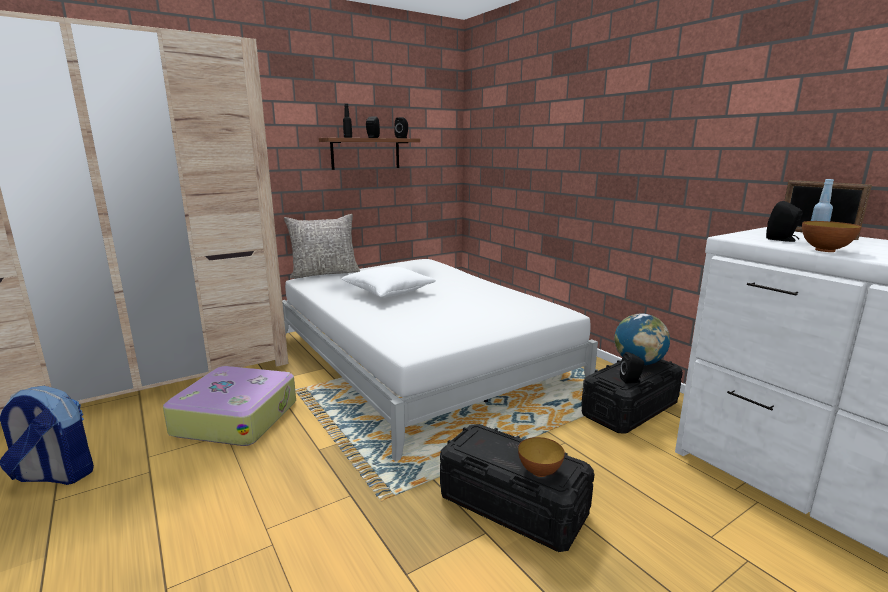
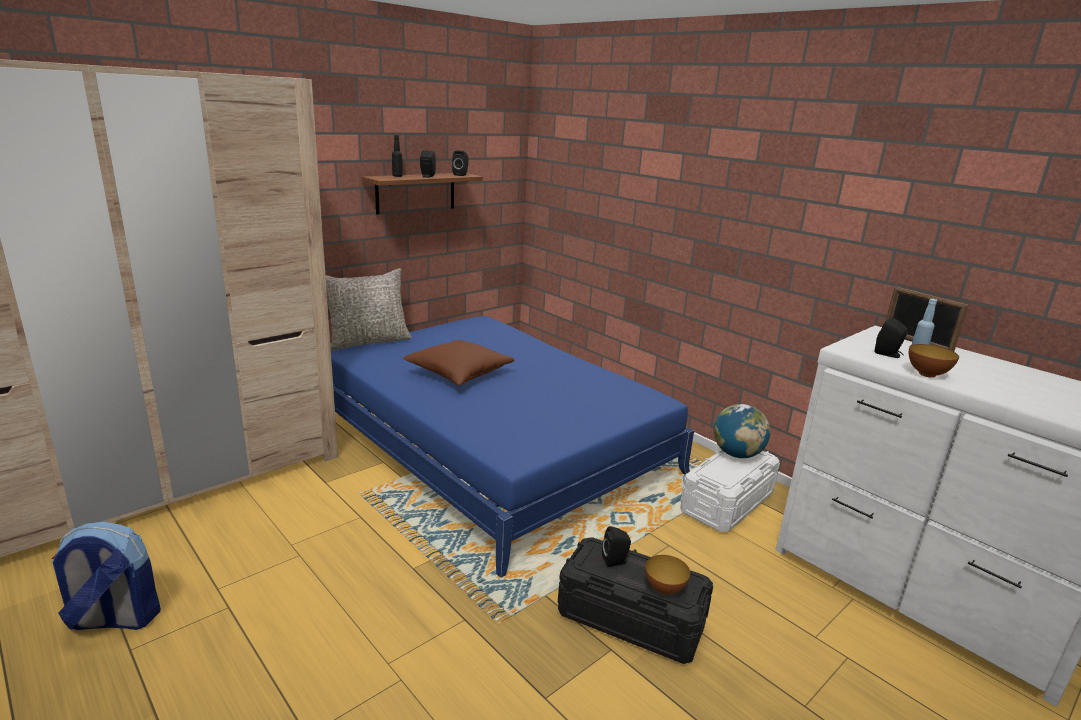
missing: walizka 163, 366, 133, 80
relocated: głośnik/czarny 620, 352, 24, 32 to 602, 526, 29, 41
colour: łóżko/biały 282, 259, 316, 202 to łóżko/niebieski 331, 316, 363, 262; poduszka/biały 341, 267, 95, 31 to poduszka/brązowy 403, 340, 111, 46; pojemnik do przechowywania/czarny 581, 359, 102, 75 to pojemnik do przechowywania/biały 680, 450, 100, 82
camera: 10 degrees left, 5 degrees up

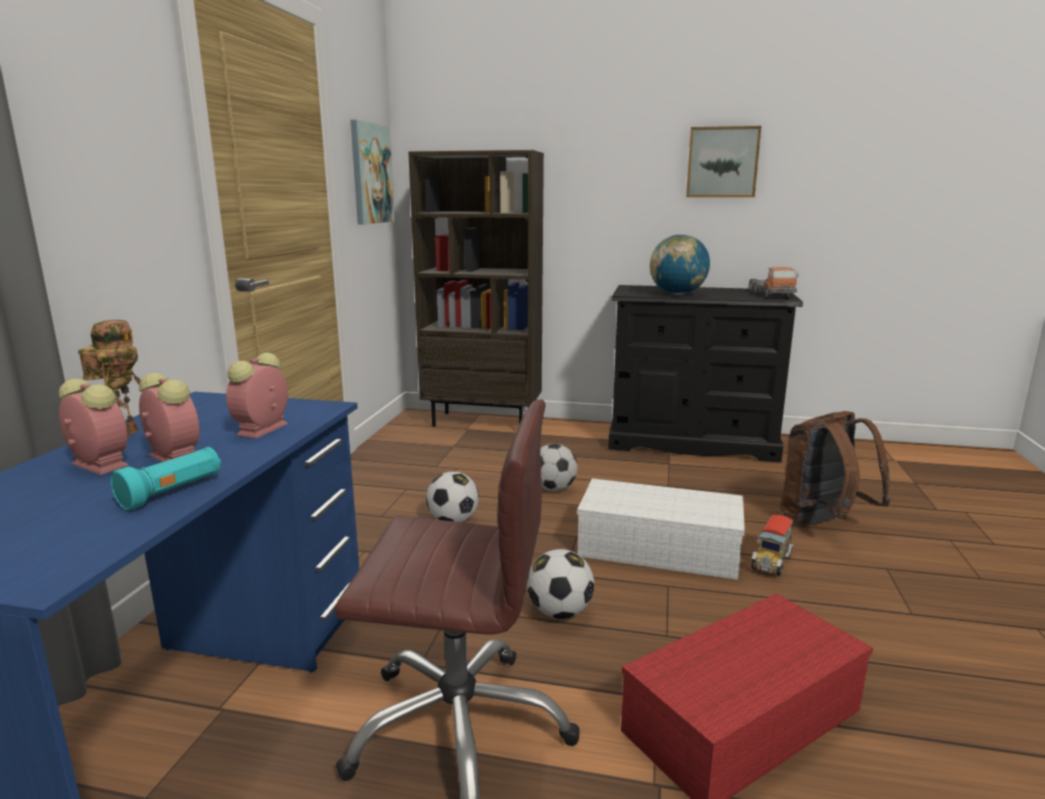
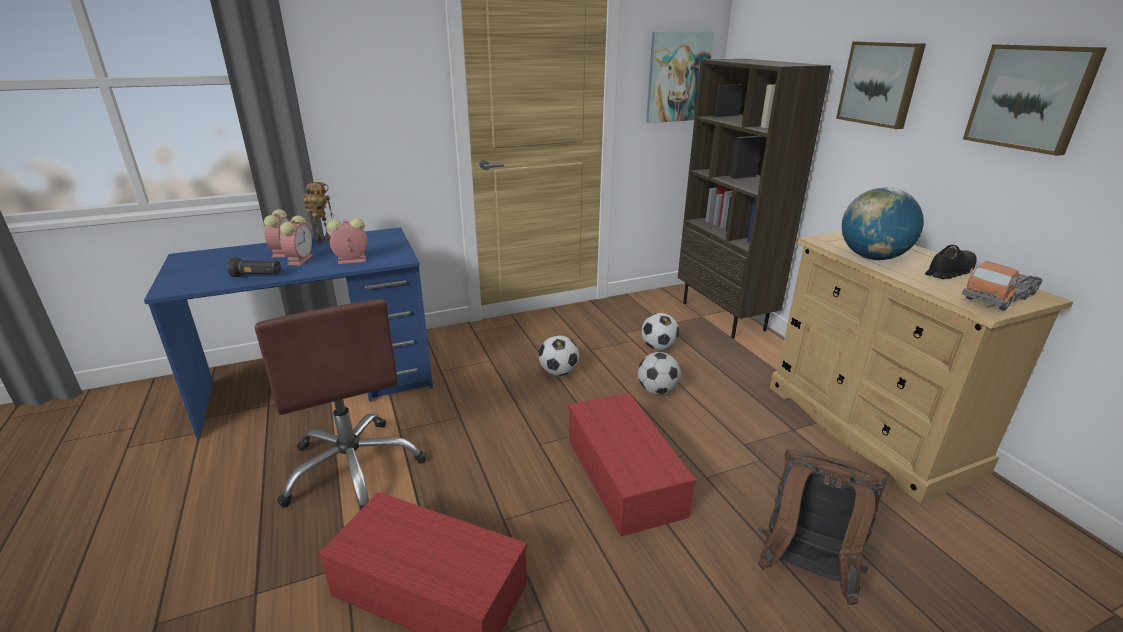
missing: ciężarówka zabawkowa 751, 515, 43, 61
appeared: obraz 836, 41, 90, 88; but/czarny 925, 245, 52, 34
relocated: piłka futbolowa 527, 549, 67, 70 to 641, 313, 38, 37
colour: latarka/turkusowy 111, 447, 110, 63 to latarka/czarny 227, 258, 54, 19; pojemnik do przechowywania/biały 577, 478, 168, 102 to pojemnik do przechowywania/czerwony 568, 393, 128, 143; komoda/czarny 608, 285, 195, 178 to komoda/beżowy 770, 231, 303, 273
camera: 55 degrees right, 10 degrees up

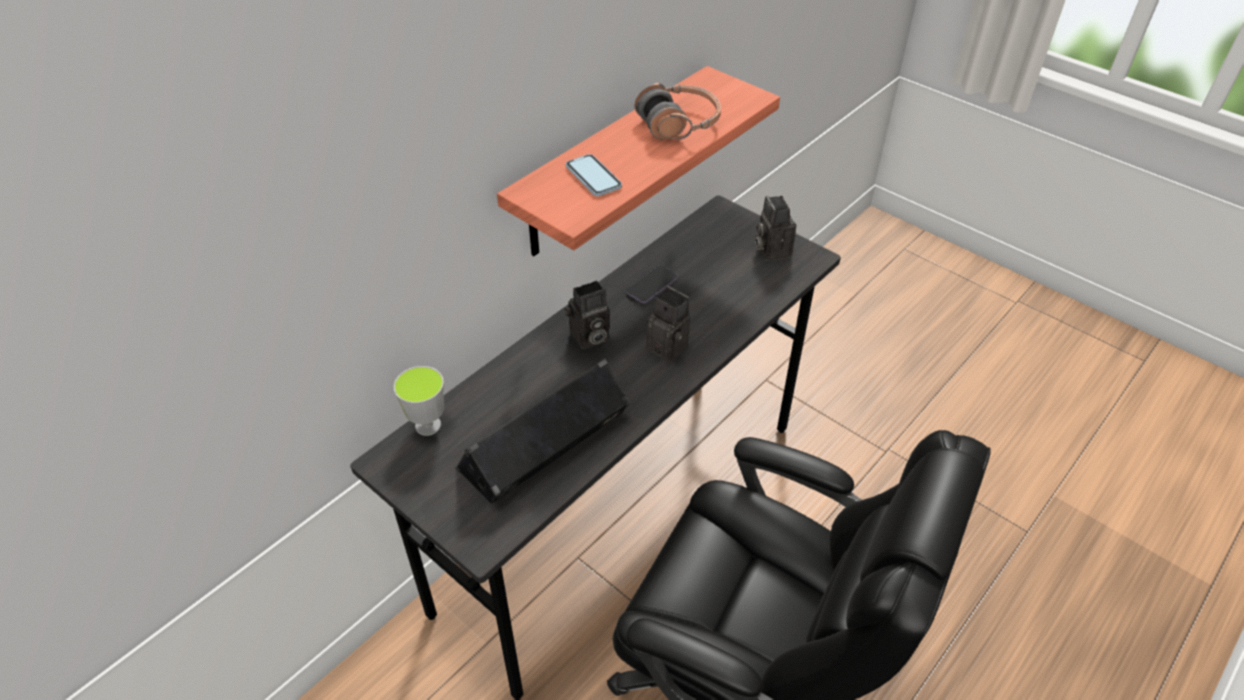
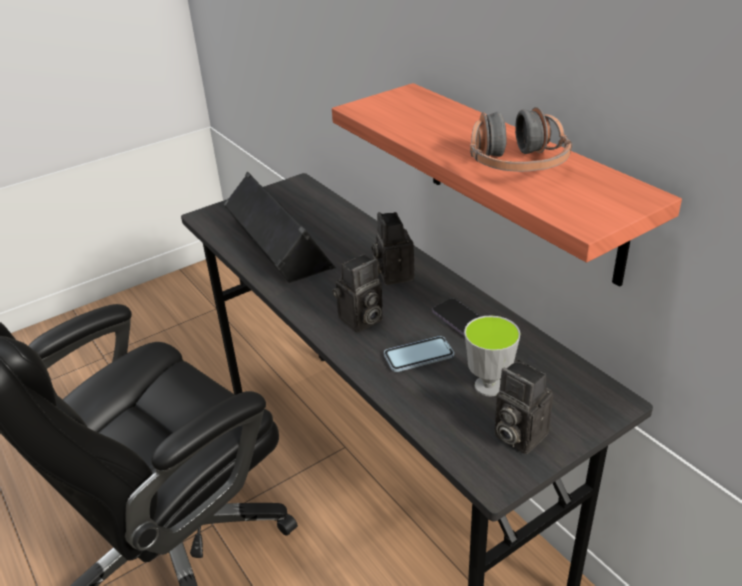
relocated: filiżanka 394, 366, 50, 70 to 464, 316, 56, 80; telefon 566, 154, 56, 42 to 384, 336, 70, 36
spun: aparat fotograficzny 755, 196, 41, 65 = 494, 360, 59, 94 135 degrees counterclockwise
camera: 105 degrees right, 10 degrees down

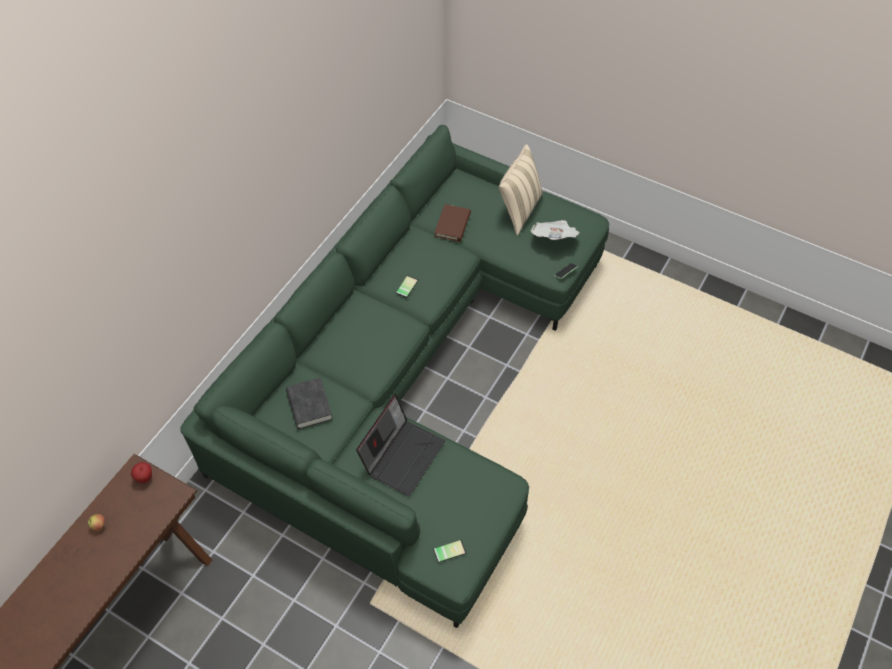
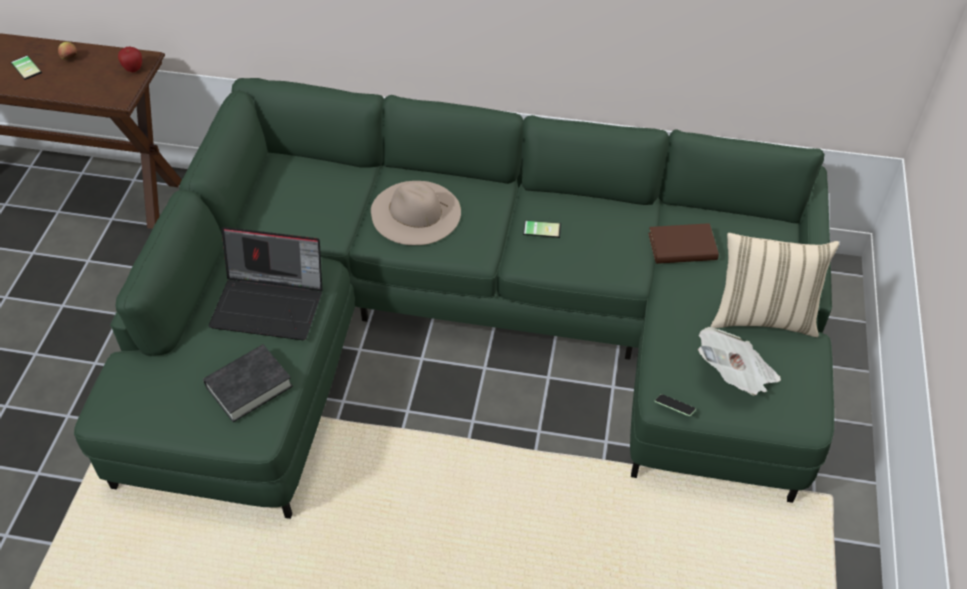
appeared: kapelusz/beżowy 371, 181, 90, 64
relocated: książka/czarny 286, 378, 47, 51 to 203, 344, 90, 78; telefon 433, 539, 34, 24 to 11, 55, 31, 25
camera: 70 degrees right, 5 degrees down

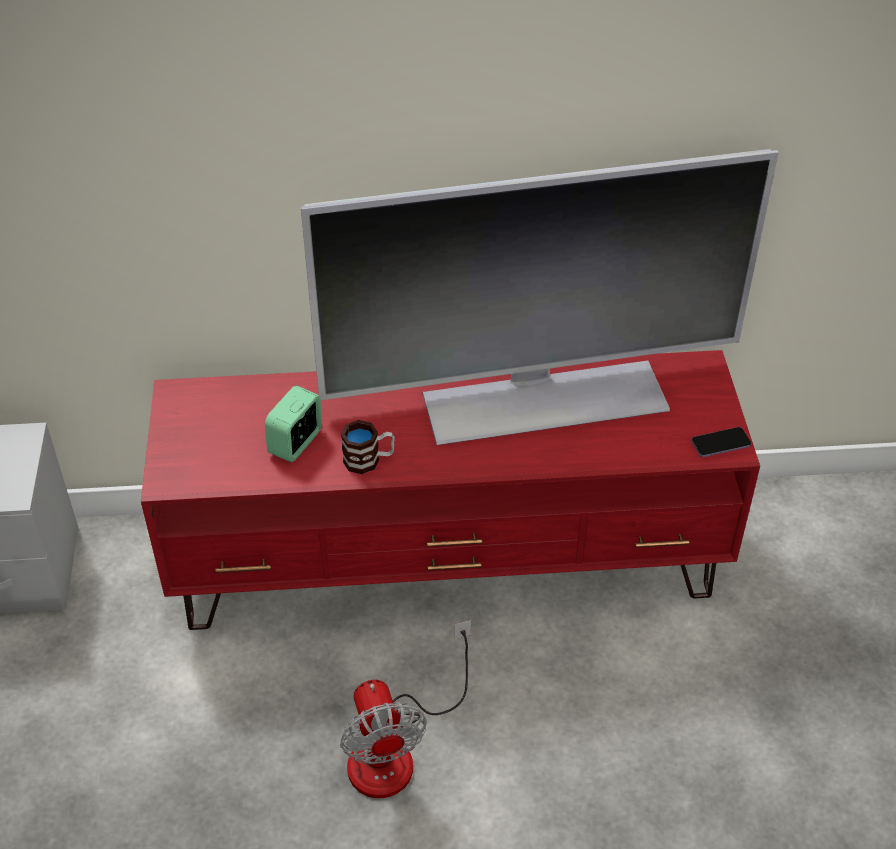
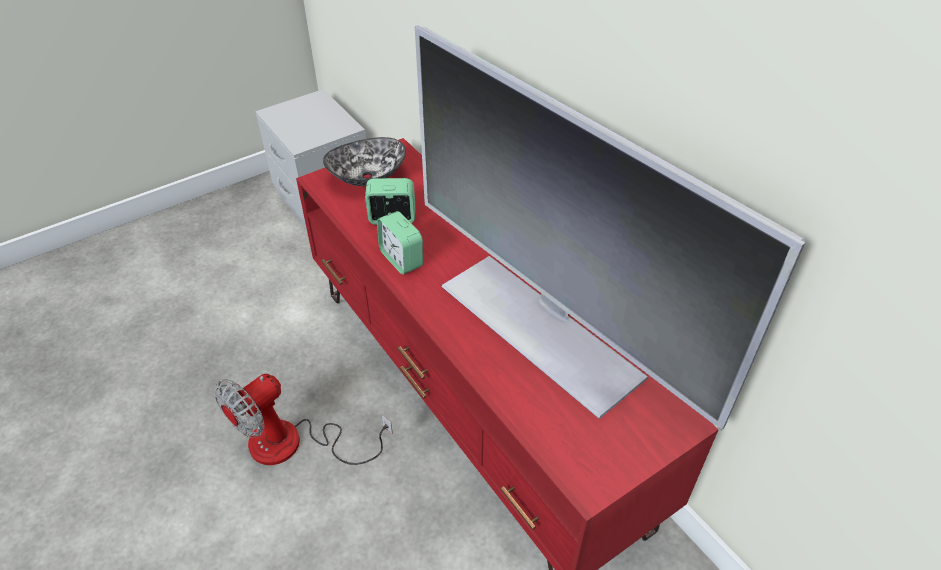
missing: telefon 691, 427, 60, 30
appeared: miska 323, 137, 83, 49
exchanged: kubek 341, 420, 54, 54 to budzik 377, 211, 46, 64
camera: 60 degrees right, 0 degrees up

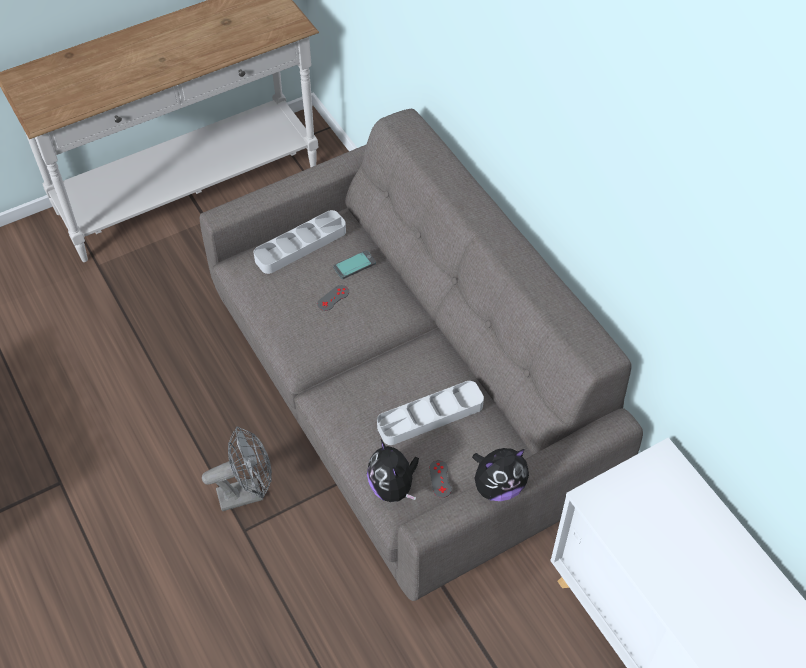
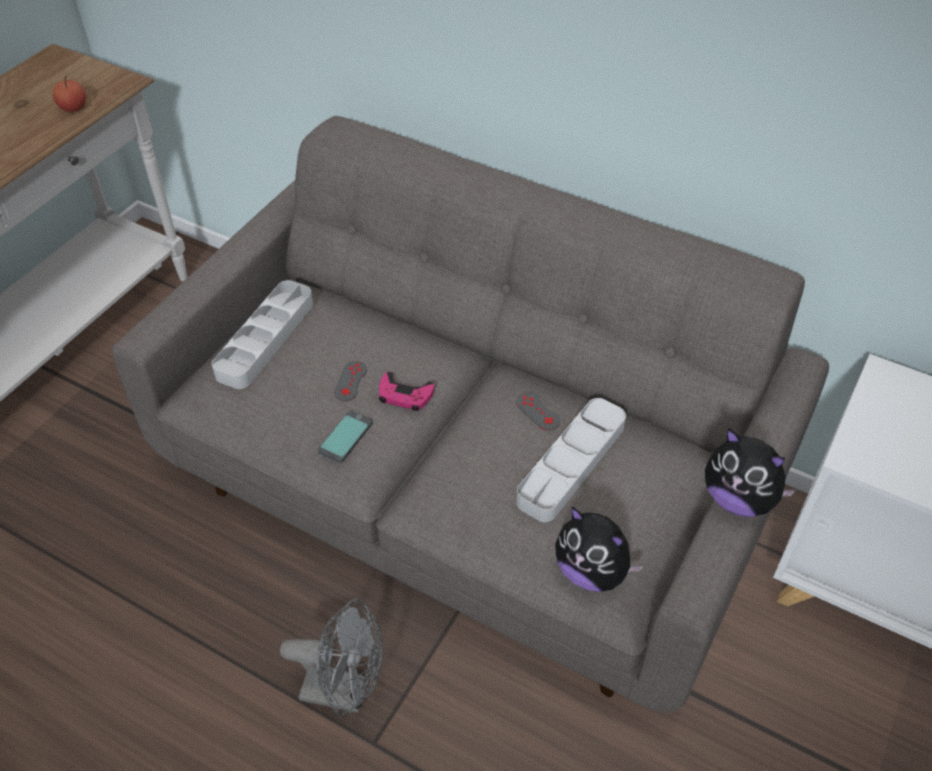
appeared: jabłko 53, 76, 33, 36; pad do gier/różowy 379, 372, 55, 39
relocated: telefon 333, 250, 43, 29 to 318, 410, 55, 53; pad do gier/szary 430, 460, 22, 38 to 516, 392, 44, 39
spun: wentylator/szary 202, 426, 70, 85 = 280, 598, 103, 119 60 degrees clockwise; pluszak 472, 448, 57, 53 = 705, 428, 92, 89 90 degrees clockwise
camera: 30 degrees left, 5 degrees down

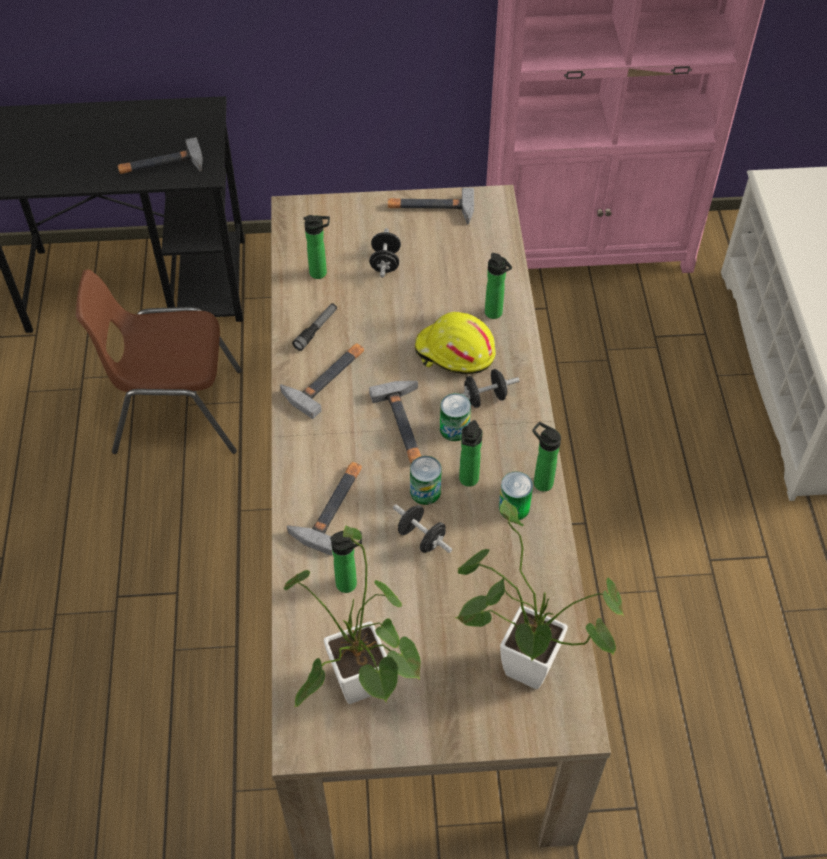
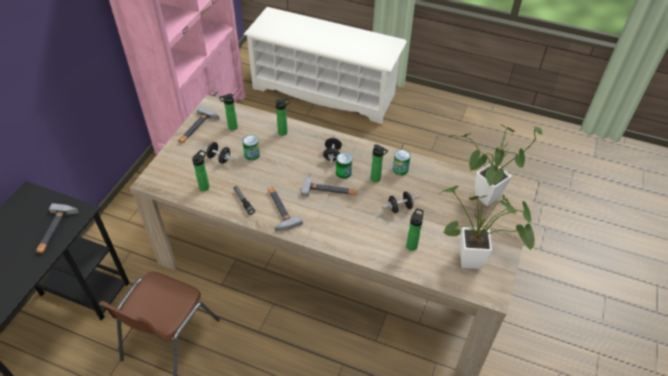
missing: młotek 287, 462, 75, 94; kask/żółty 415, 312, 80, 62
relocated: puszka 410, 456, 32, 49 to 243, 135, 17, 25; butelka 532, 422, 29, 70 to 219, 94, 19, 37
camera: 65 degrees left, 5 degrees down

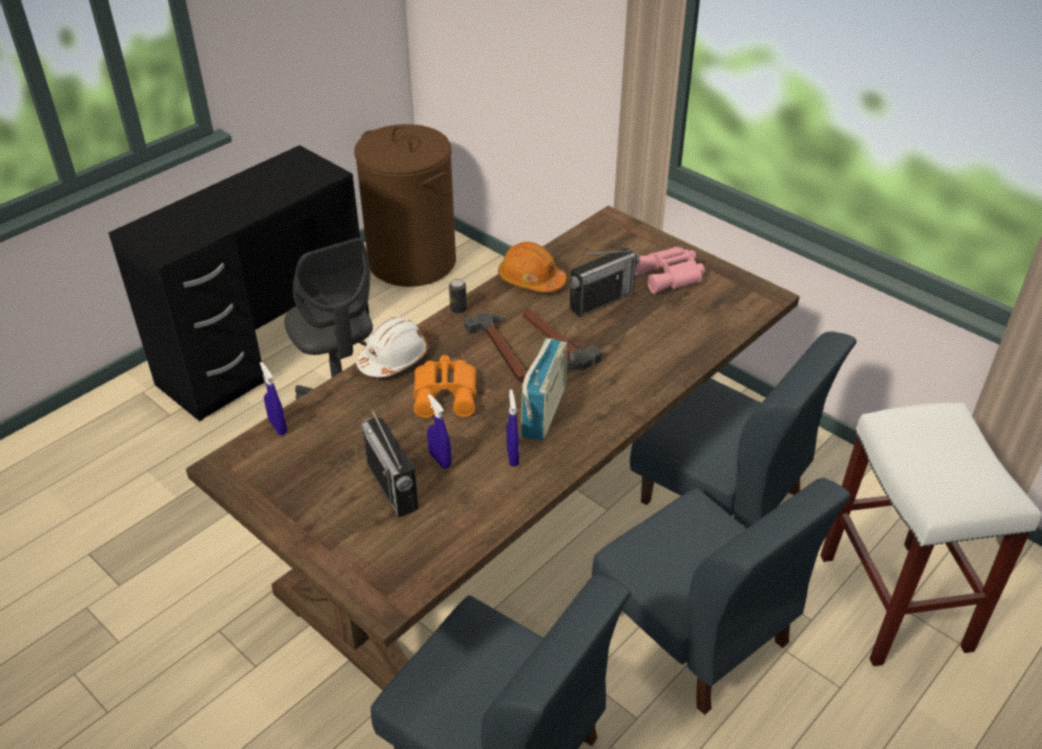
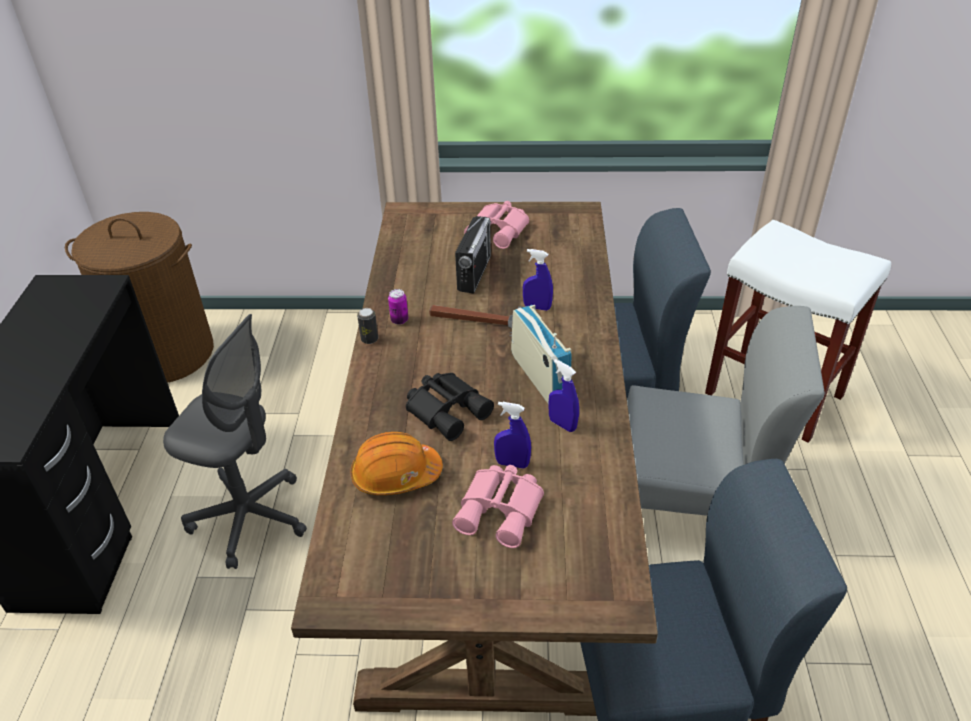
missing: kask/biały 356, 317, 72, 60; młotek 464, 312, 63, 69
appeared: puszka 388, 289, 20, 36
relocated: spryskiwacz/niebieski 260, 362, 27, 73 to 523, 249, 30, 62; kask/pomarańczowy 498, 242, 69, 50 to 351, 432, 92, 63
exchanged: radio 361, 406, 58, 112 to lornetka/różowy 452, 465, 92, 83
colour: lornetka/pomarańczowy 413, 355, 63, 63 to lornetka/czarny 406, 373, 88, 68; krzesło/niebieski 592, 478, 258, 237 to krzesło/szary 627, 306, 198, 210
camera: 40 degrees left, 0 degrees up

